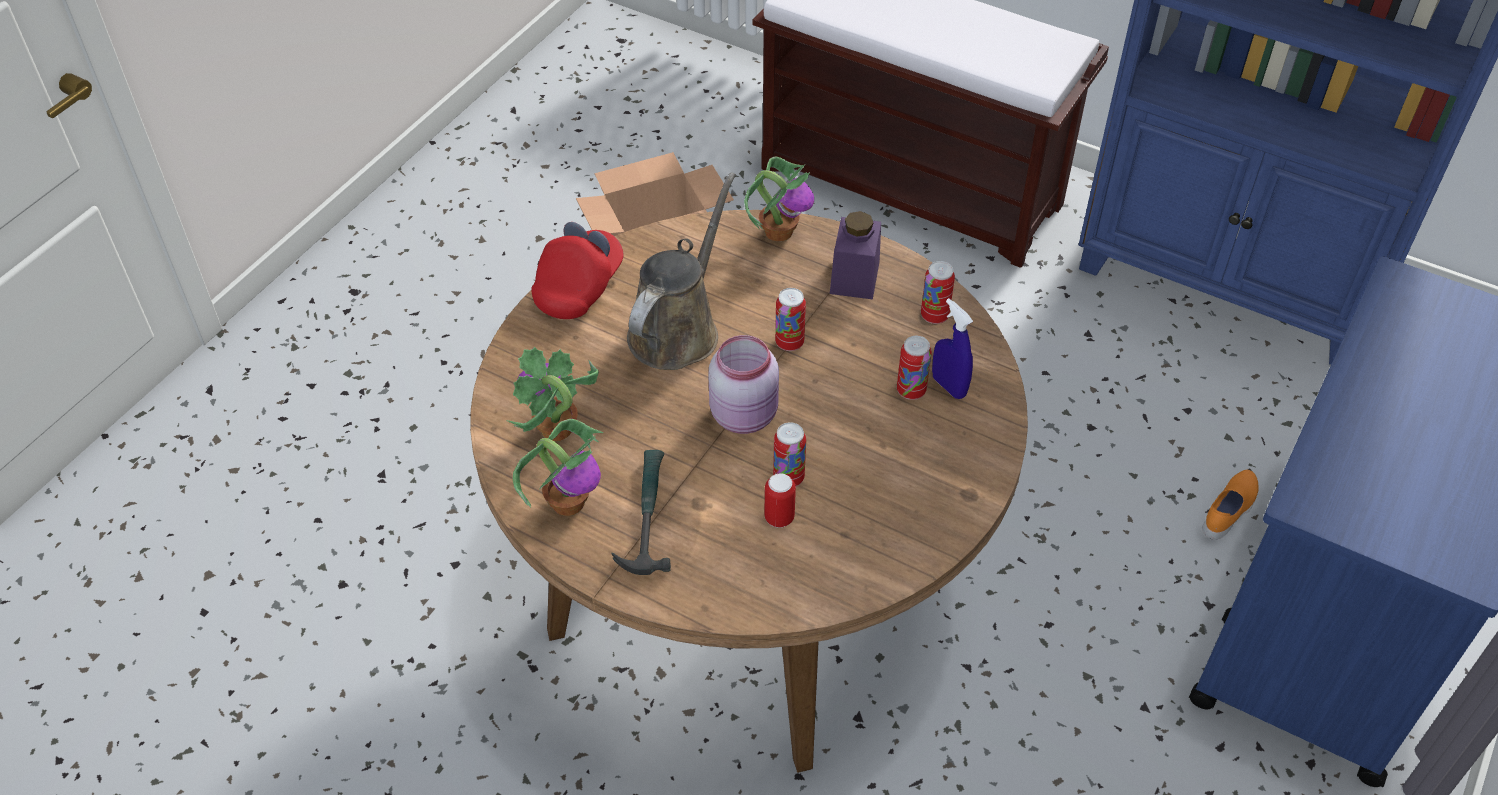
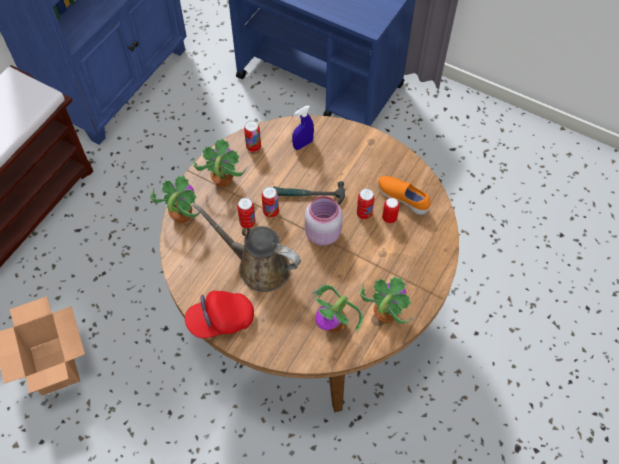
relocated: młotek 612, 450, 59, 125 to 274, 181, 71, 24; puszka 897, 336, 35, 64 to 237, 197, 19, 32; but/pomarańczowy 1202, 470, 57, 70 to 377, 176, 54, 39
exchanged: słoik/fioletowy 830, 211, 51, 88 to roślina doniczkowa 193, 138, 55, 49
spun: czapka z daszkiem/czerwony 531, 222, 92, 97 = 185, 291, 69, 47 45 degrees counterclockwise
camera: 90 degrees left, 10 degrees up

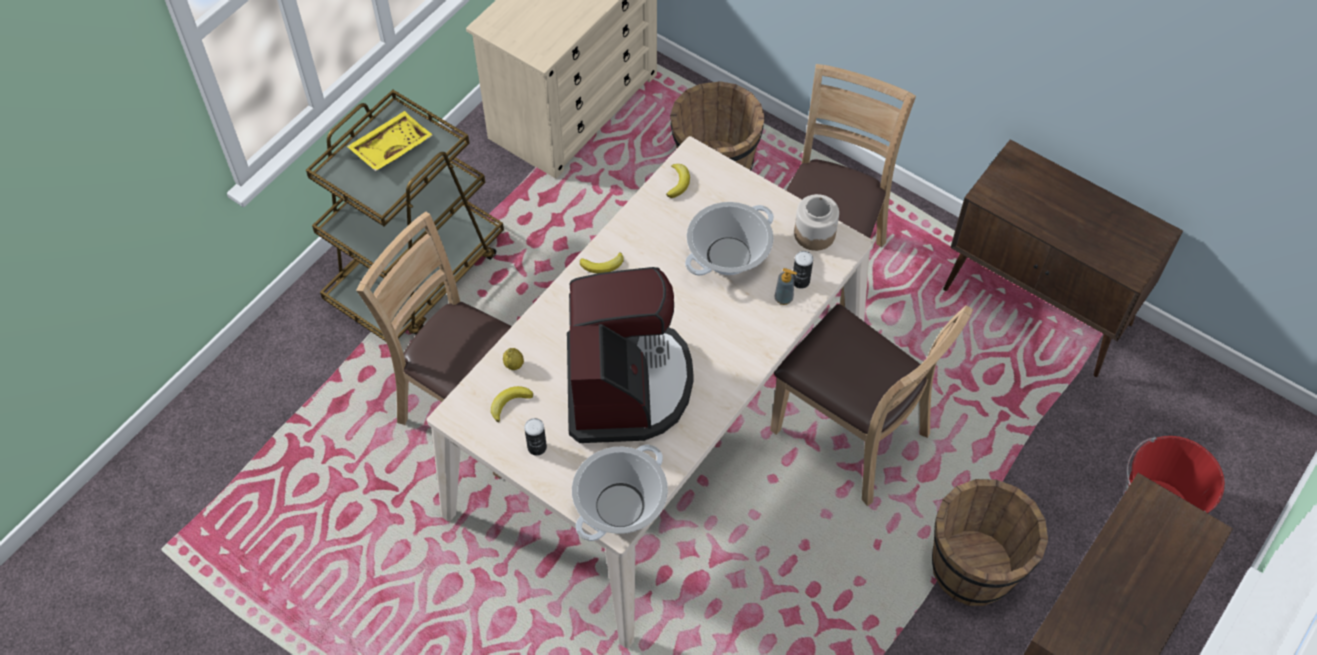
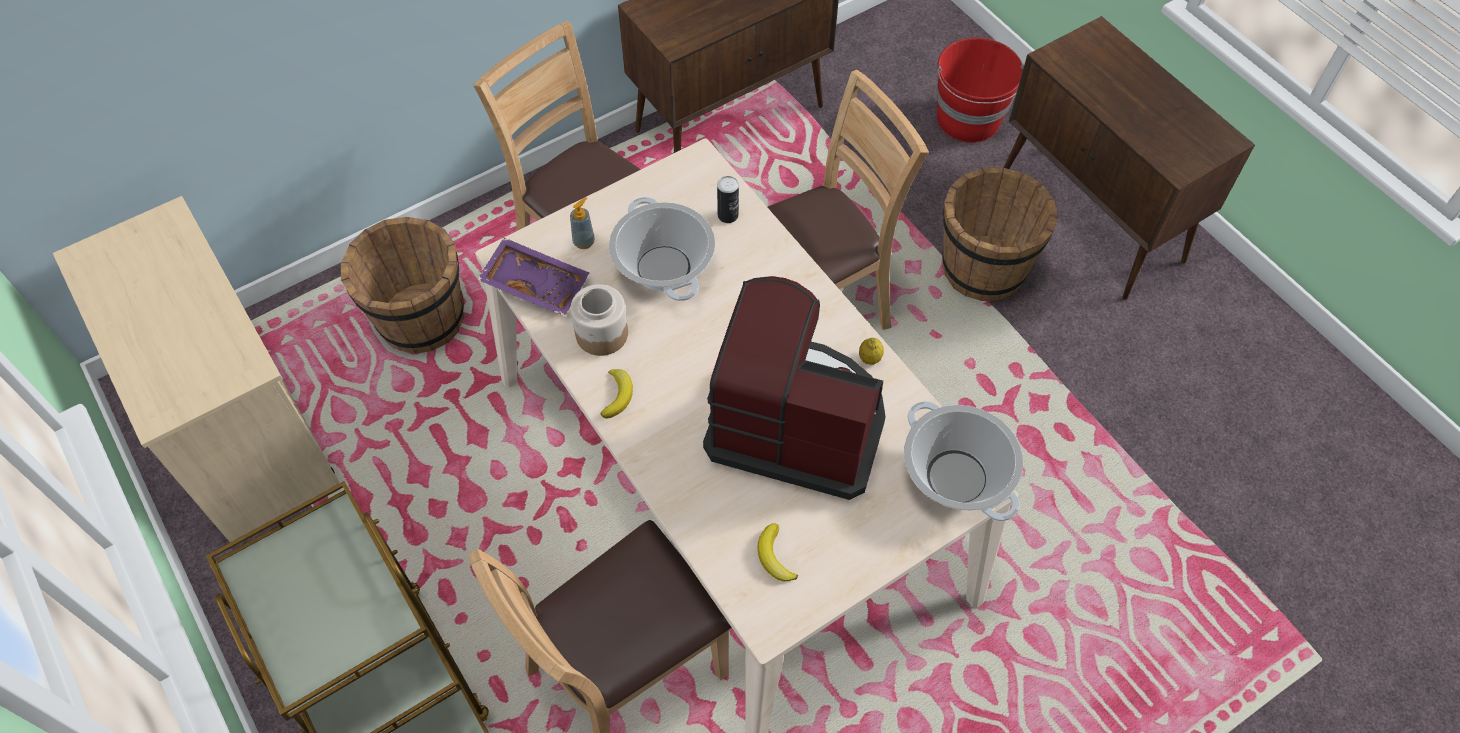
missing: taca/żółty 347, 111, 86, 60; puszka 524, 418, 23, 38
relocated: cytryna 503, 348, 21, 22 to 859, 338, 25, 27; dozownik mydła 774, 268, 23, 37 to 570, 197, 25, 52; słoik 794, 194, 45, 57 to 571, 284, 57, 72
exchanged: banan 666, 164, 24, 34 to taca/fioletowy 477, 238, 112, 78
camera: 70 degrees left, 0 degrees up

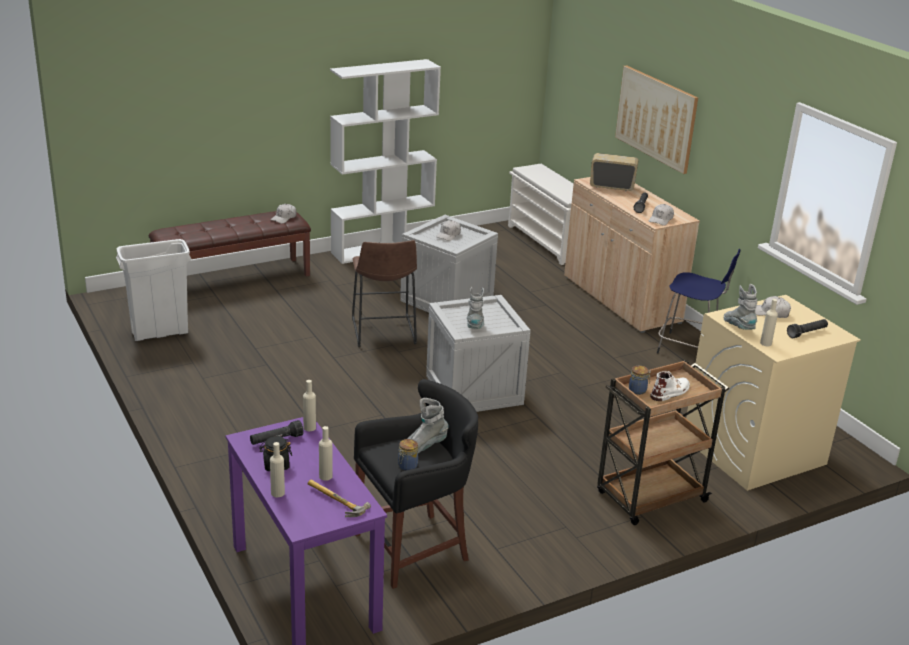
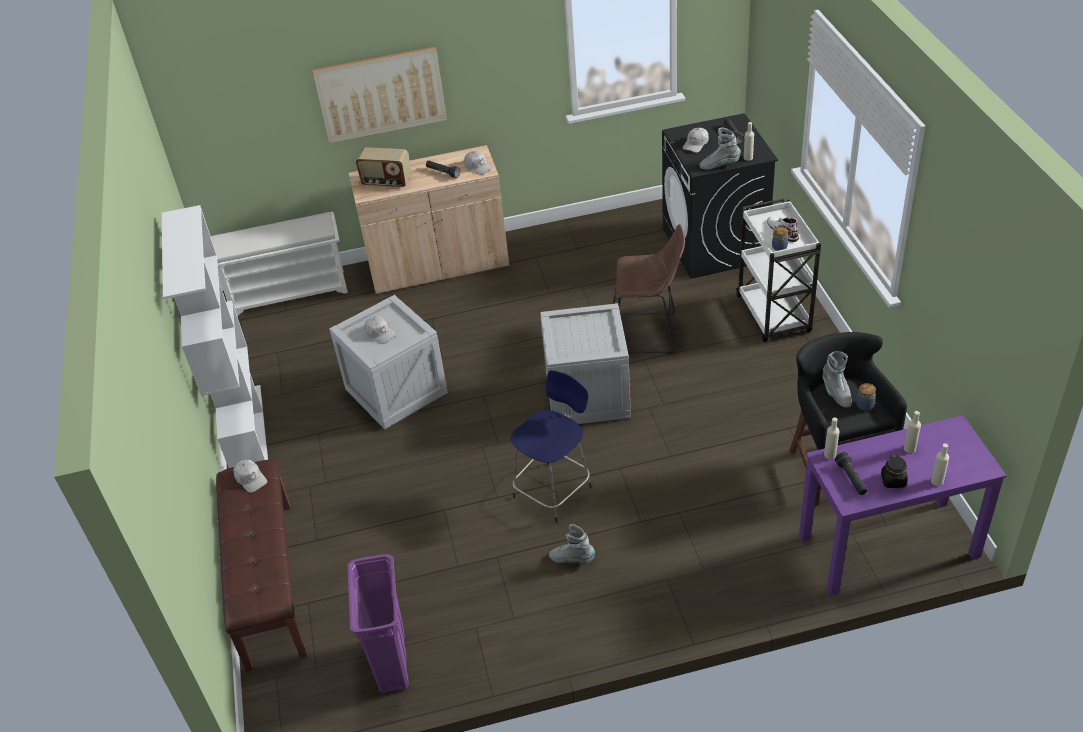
missing: młotek 308, 480, 63, 37
relocated: stołek/brązowy 352, 240, 65, 107 to 613, 224, 72, 130; but z cholewką/szary 467, 287, 17, 42 to 549, 524, 46, 40; stołek/niebieski 657, 249, 83, 104 to 511, 370, 81, 153
colour: kosz na śmieci/biały 116, 239, 75, 102 to kosz na śmieci/fioletowy 347, 554, 62, 139; wózek/brązowy 597, 360, 132, 165 to wózek/biały 736, 198, 85, 144; pralka/beżowy 686, 295, 175, 196 to pralka/czarny 662, 113, 116, 166
spun: radio 590, 153, 49, 38 = 356, 147, 55, 41 105 degrees counterclockwise
camera: 70 degrees left, 15 degrees up

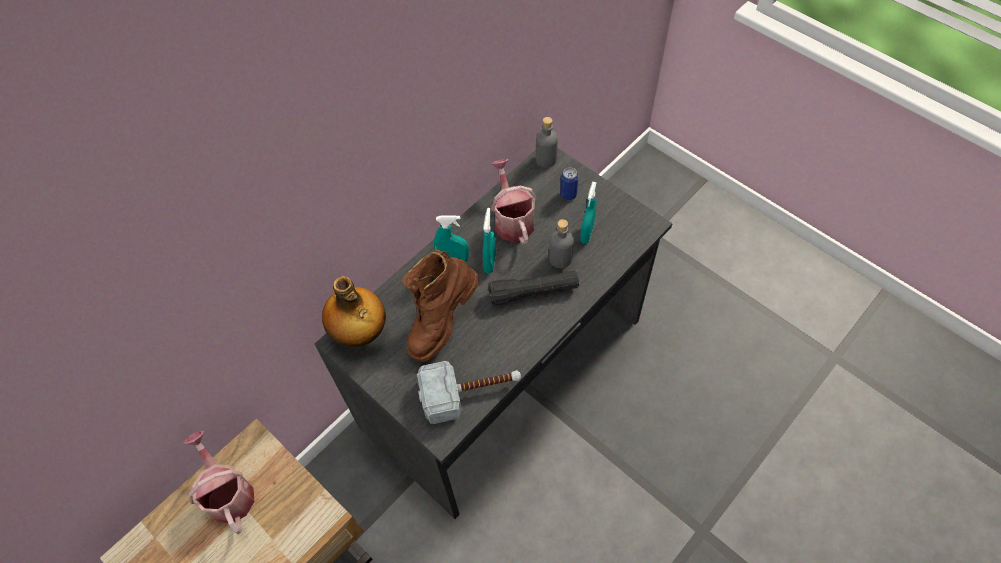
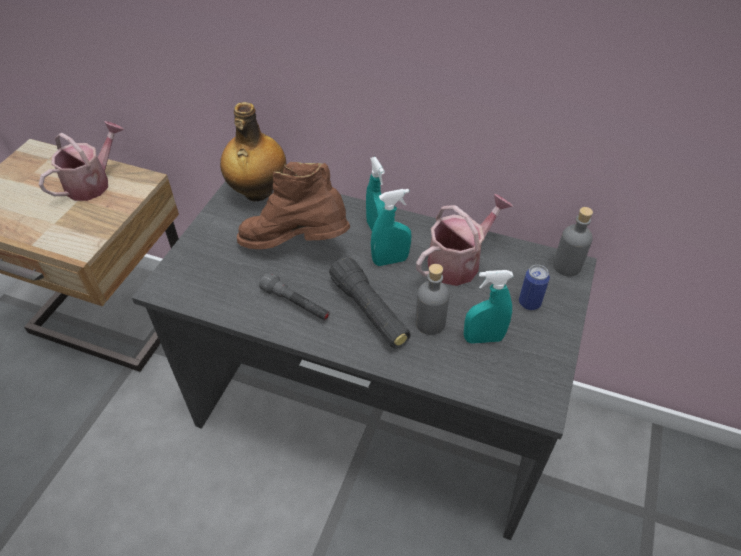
missing: młotek 417, 361, 104, 63
appeared: latarka/szary 259, 272, 71, 49
camera: 65 degrees right, 10 degrees down

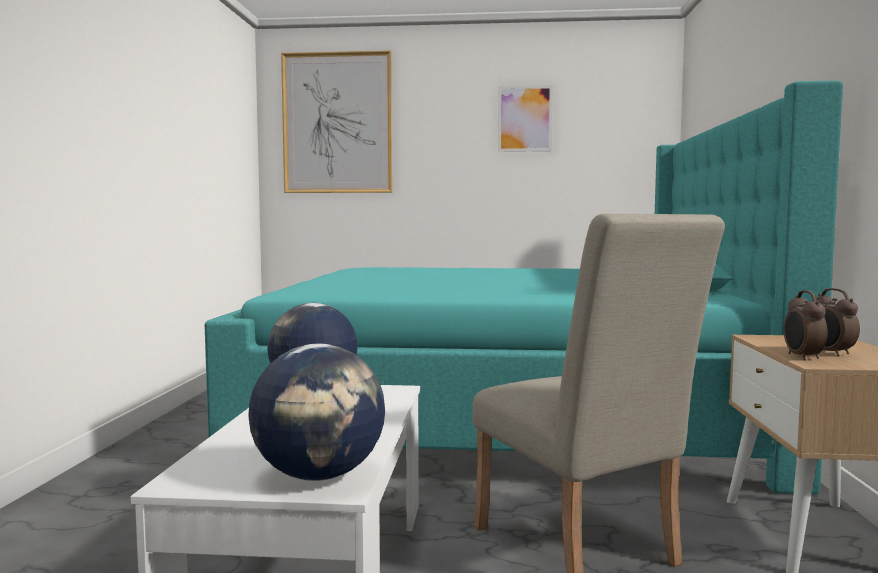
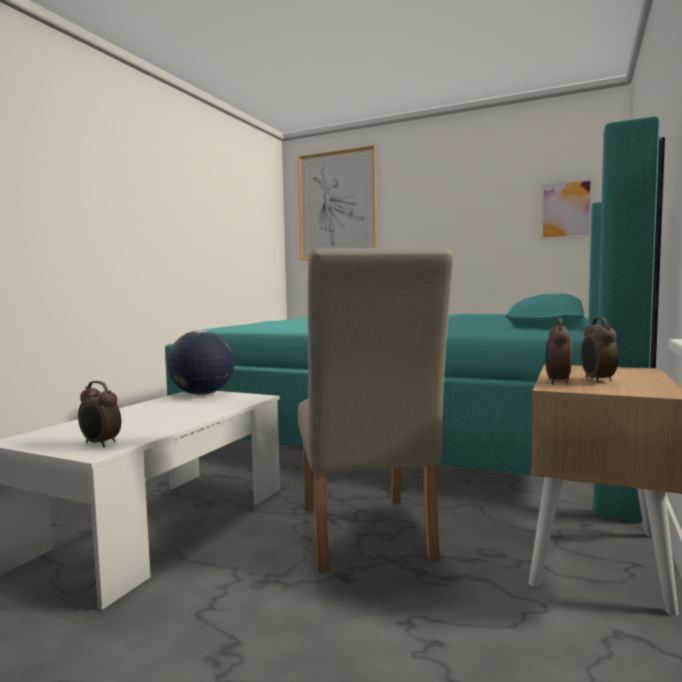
relocated: obraz 498, 85, 55, 67 to 540, 178, 54, 62
exchanged: globus 248, 344, 137, 137 to budzik 78, 381, 43, 66
camera: 20 degrees right, 0 degrees up

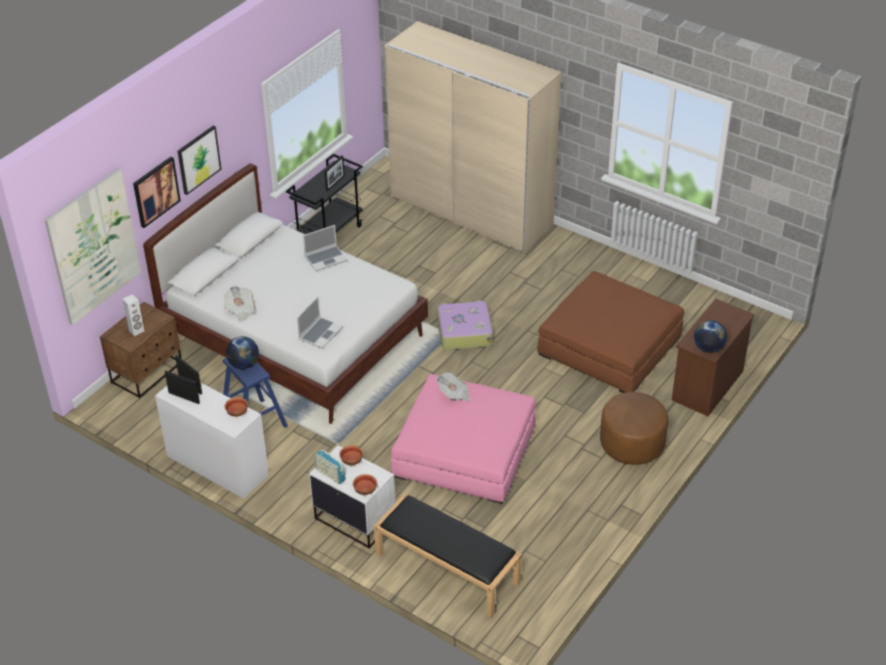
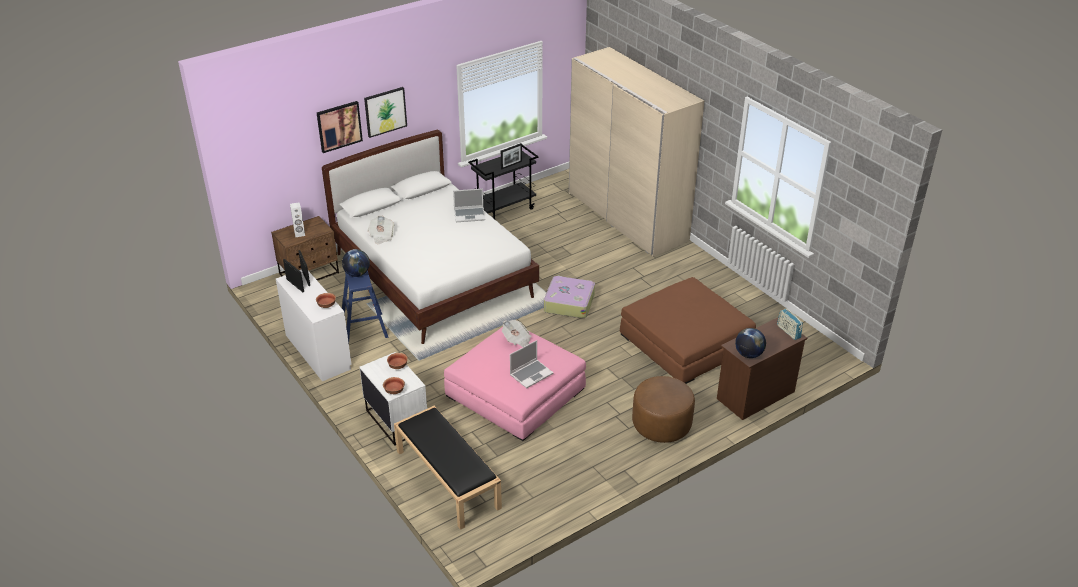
missing: obraz 45, 168, 96, 157
relocated: laptop 297, 296, 46, 53 to 510, 340, 43, 48; radio 315, 450, 31, 34 to 777, 308, 26, 32
camera: 20 degrees right, 5 degrees down

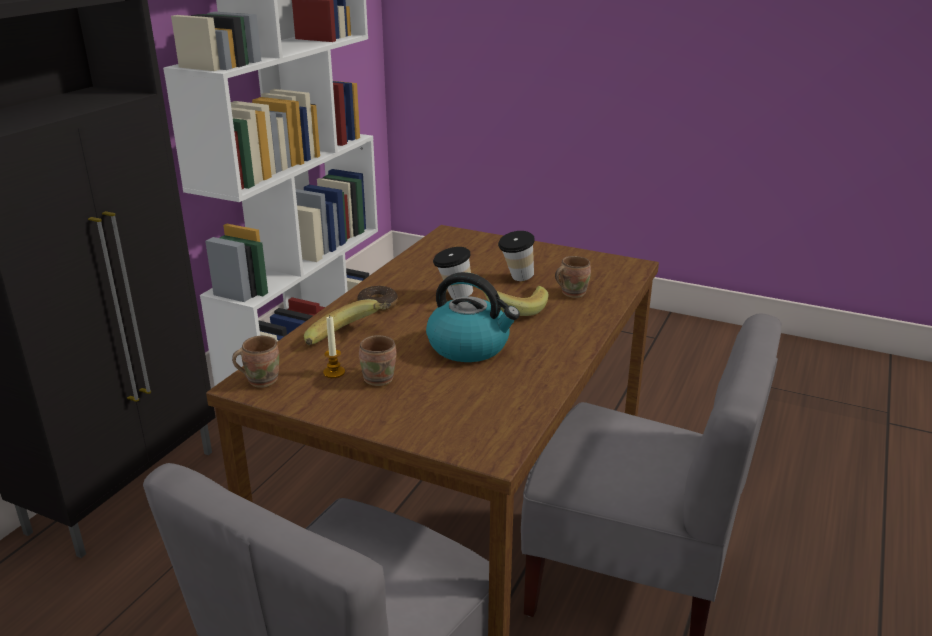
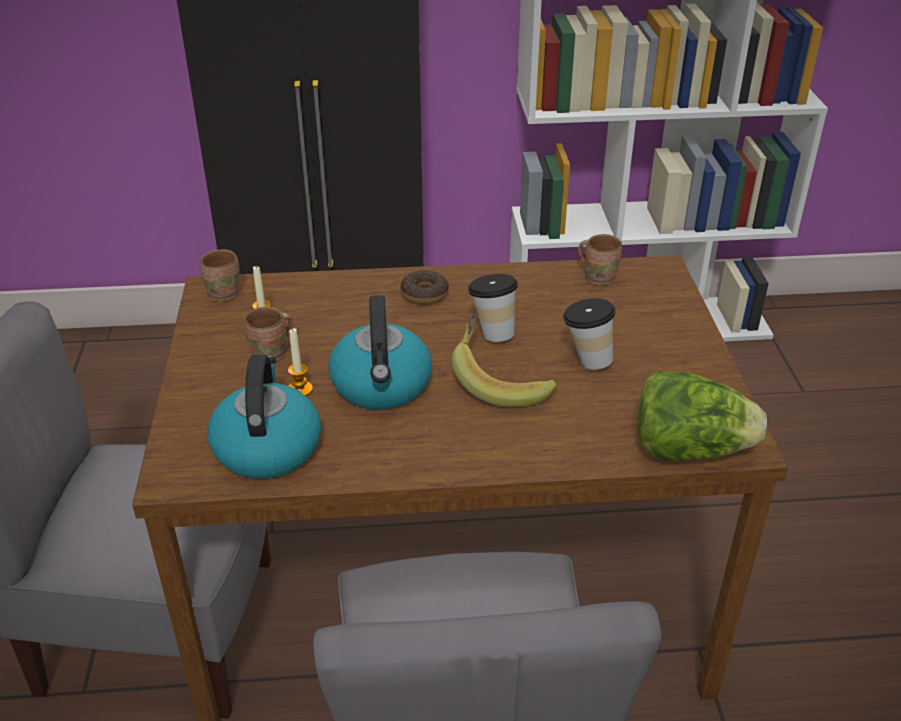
missing: banan 304, 299, 87, 46
appeared: czajnik 208, 355, 113, 124; świeca 288, 328, 25, 68; sałata 638, 371, 129, 90
relocated: kubek/brązowy 555, 256, 36, 42 to 578, 234, 44, 51
camera: 60 degrees right, 10 degrees up

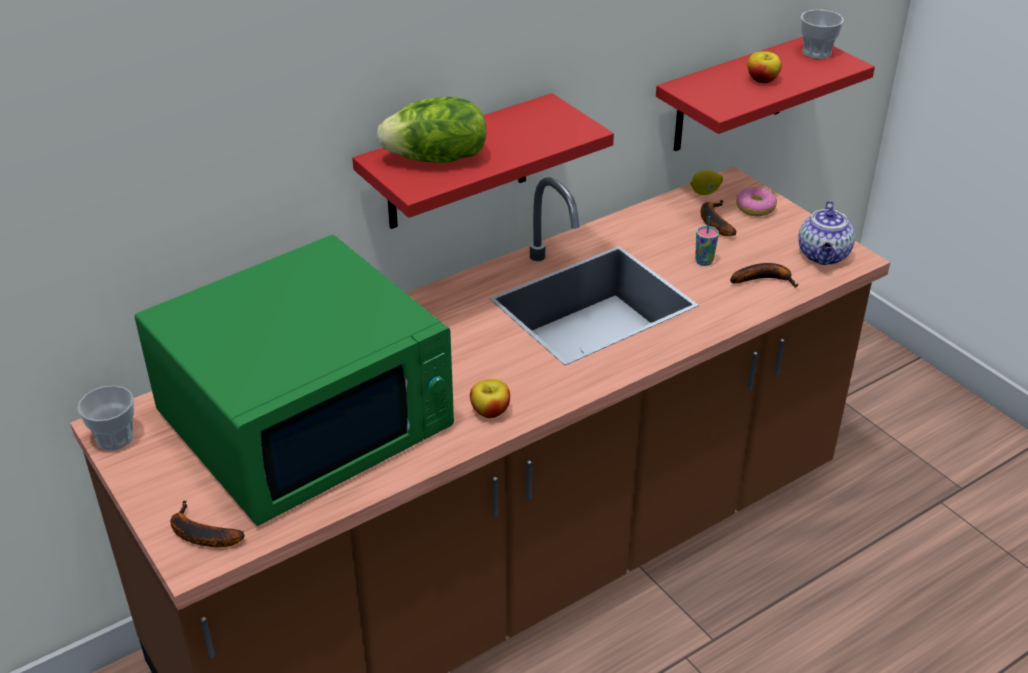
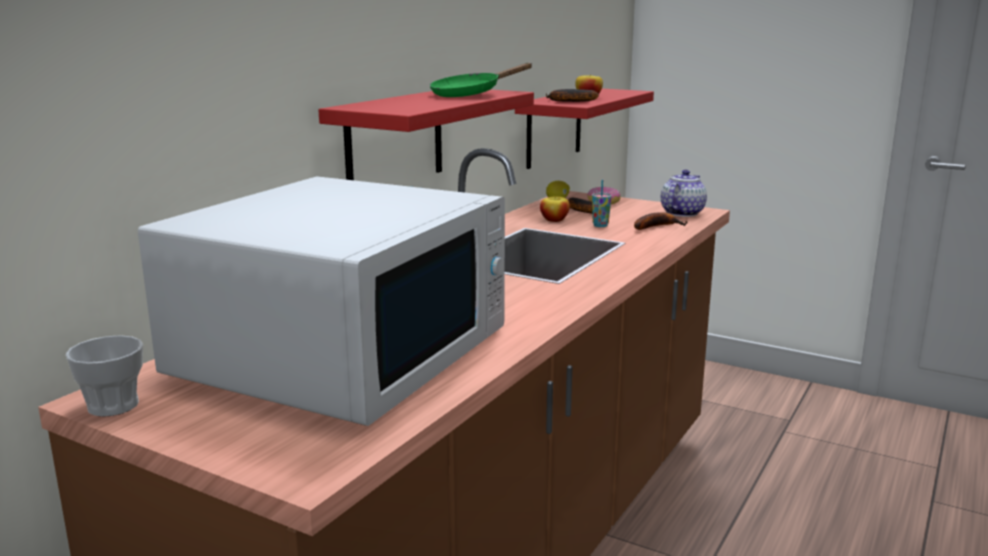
missing: sałata 376, 97, 110, 66; filiżanka 801, 10, 43, 49
appeared: patelnia/zielony 430, 63, 102, 34
relocated: banan 170, 500, 75, 47 to 546, 89, 53, 13; jabłko 470, 379, 40, 39 to 540, 196, 30, 26
colour: mikrofalówka/zielony 135, 235, 319, 291 to mikrofalówka/biały 138, 176, 367, 250
spun: imbryk 798, 201, 57, 64 = 661, 170, 46, 47 135 degrees counterclockwise
camera: 25 degrees left, 20 degrees down

